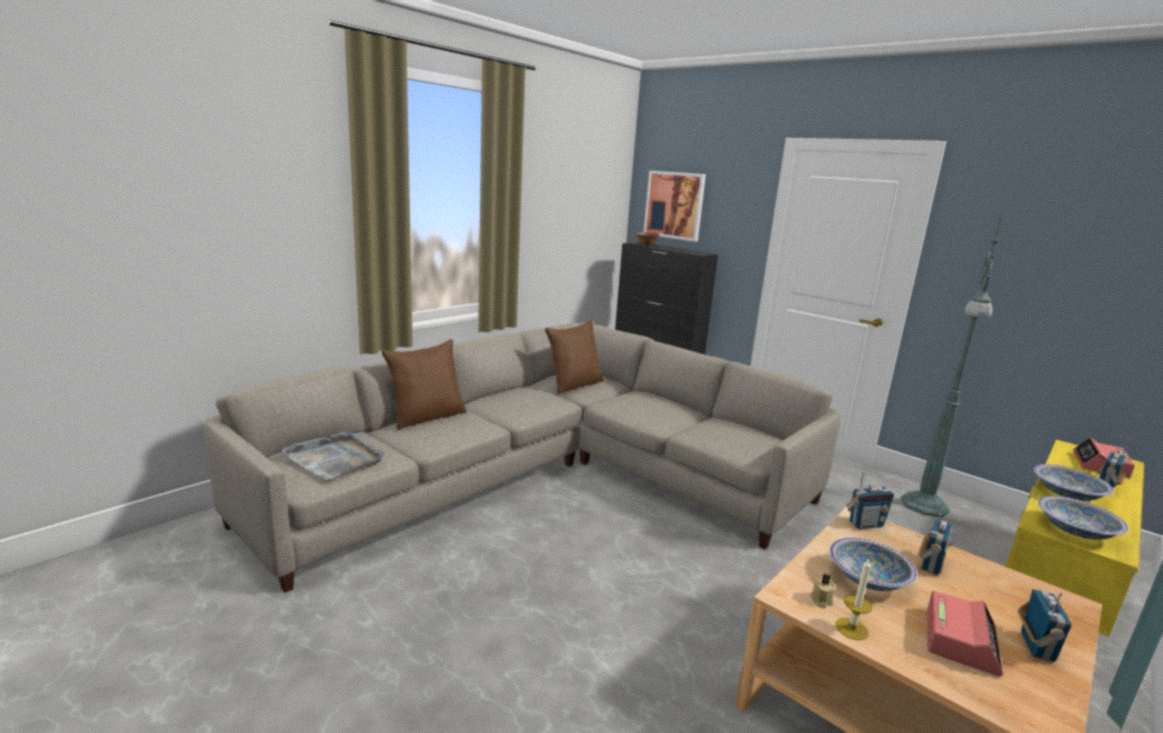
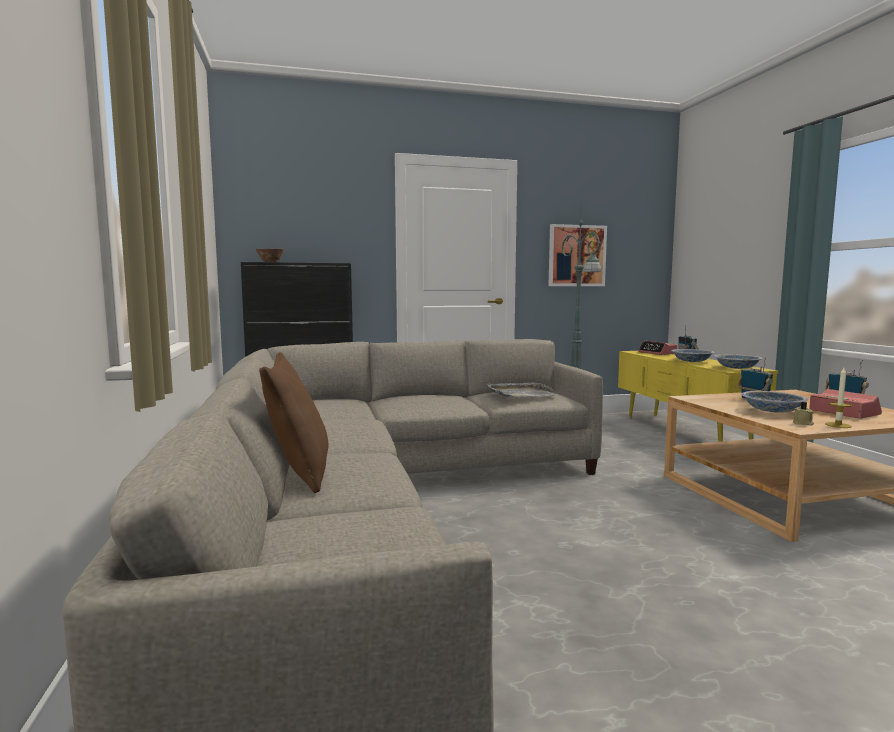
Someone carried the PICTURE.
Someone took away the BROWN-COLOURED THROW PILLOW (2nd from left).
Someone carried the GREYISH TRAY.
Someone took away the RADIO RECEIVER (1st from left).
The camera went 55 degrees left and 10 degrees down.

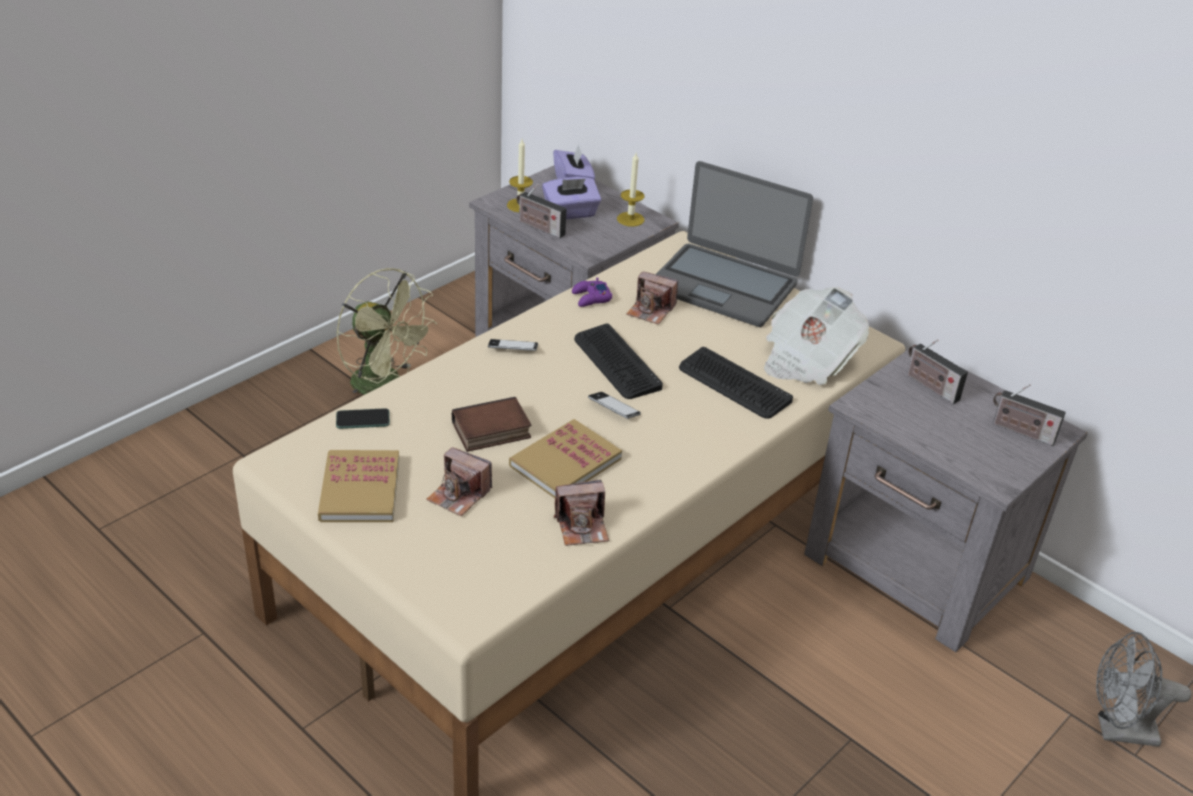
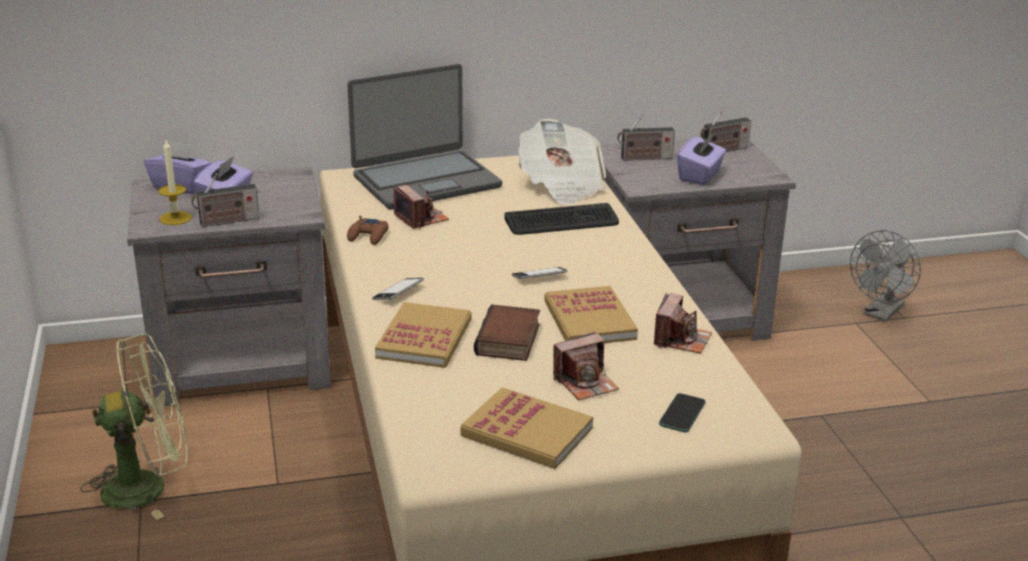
Someone took away the CANDLE (2nd from left).
Someone rotated the STILL CAMERA (3rd from left in the first image) by 90 degrees counterclockwise.
Someone repainted the PURPLISH GAMEPAD, which became the BROWN-COLOURED GAMEPAD.
Someone took away the PC KEYBOARD (1st from left).
Someone carried the HANDSET (1st from left in the first image).
Someone put down the PURPLISH BOX OF TISSUES (3rd from left).
Someone put down the BOOK (1st from left).
The camera went 55 degrees left and 10 degrees down.

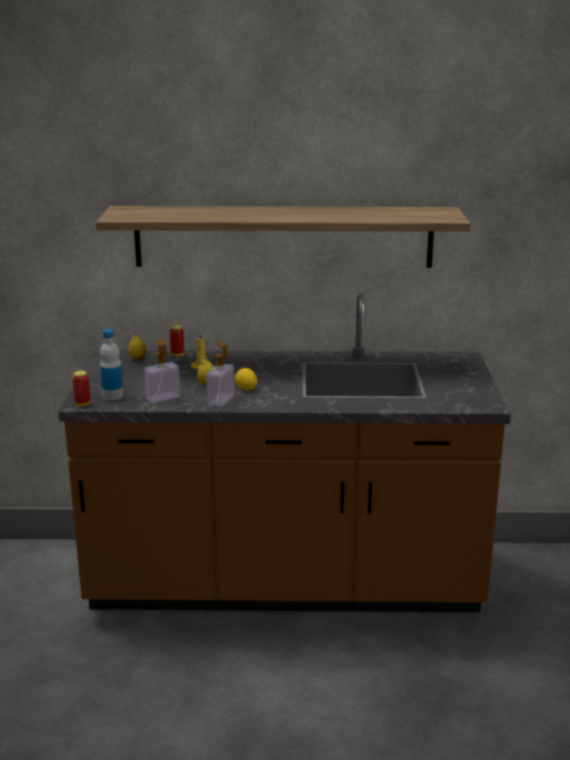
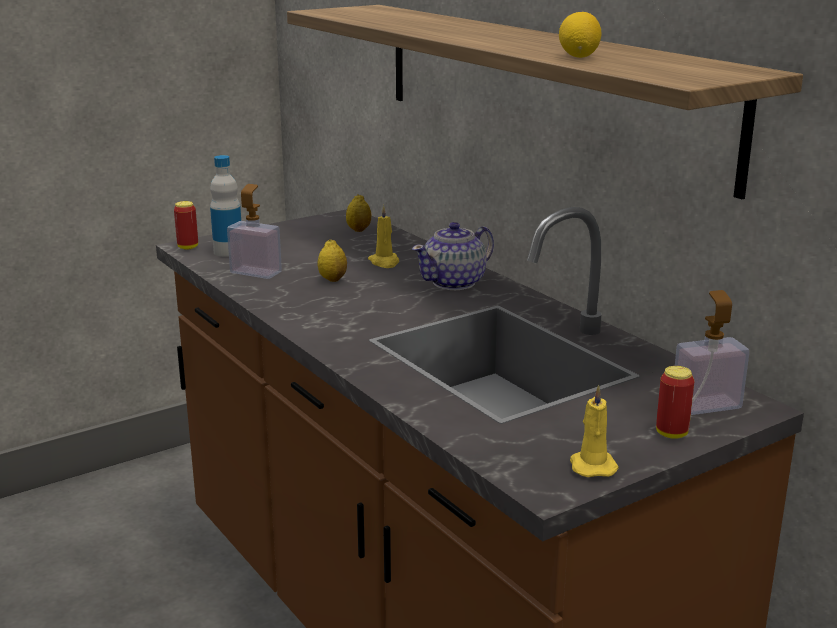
Someone carried the SEALED CAN (2nd from left).
Someone carried the SOAP BOTTLE (2nd from left).
Someone carried the WHOLE LEMON (3rd from left).
Someone put down the POT FOR TEA.
Someone put down the YELLOWISH CANDLE (2nd from left).
The camera went 55 degrees right and 0 degrees up.

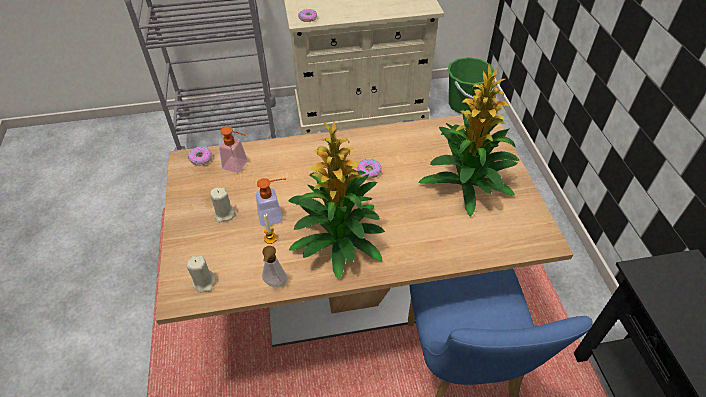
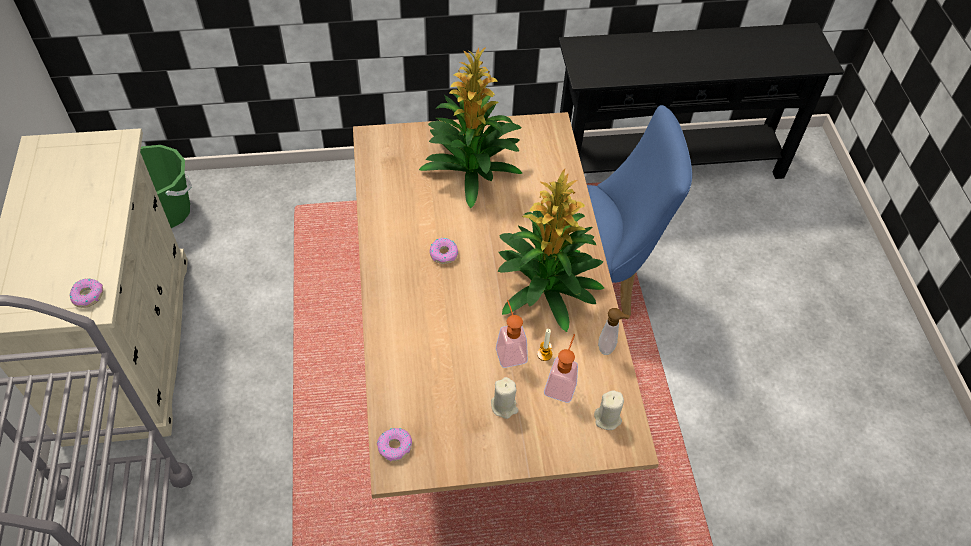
Someone carried the SOAP BOTTLE (1st from left in the first image).
The camera went 90 degrees left and 5 degrees up.

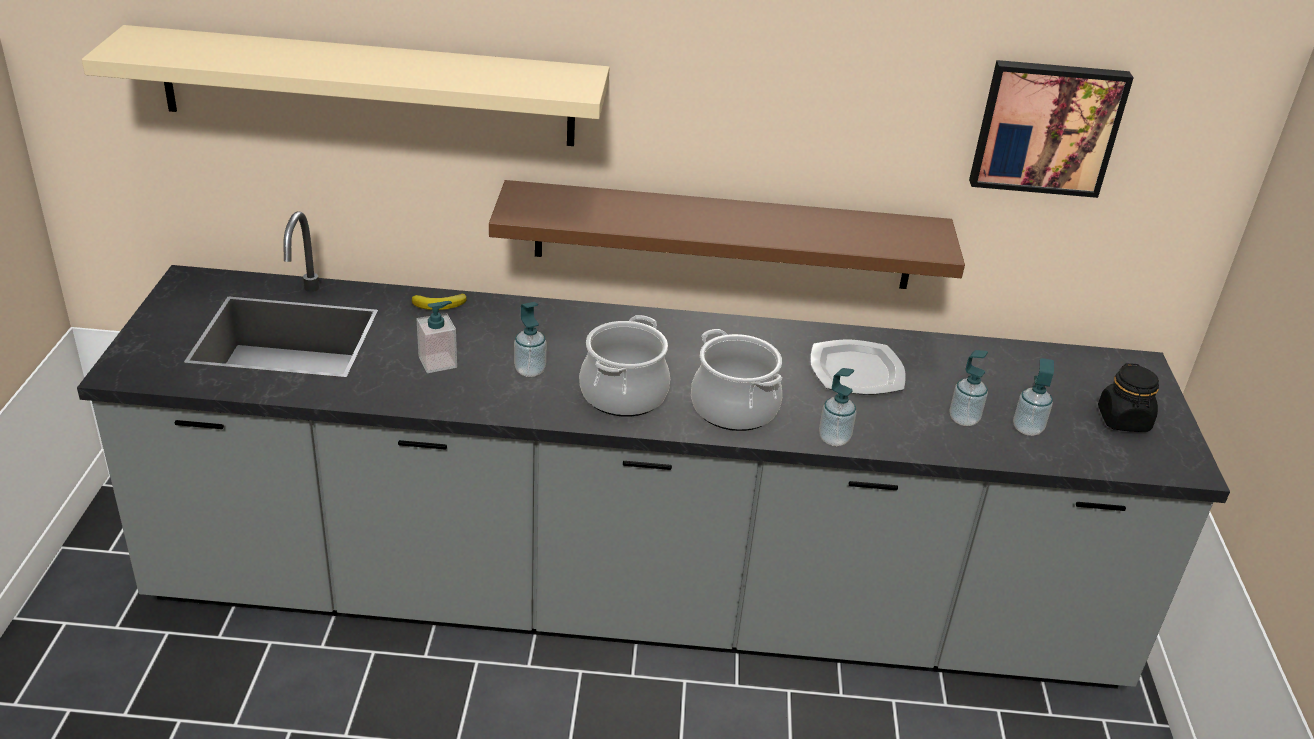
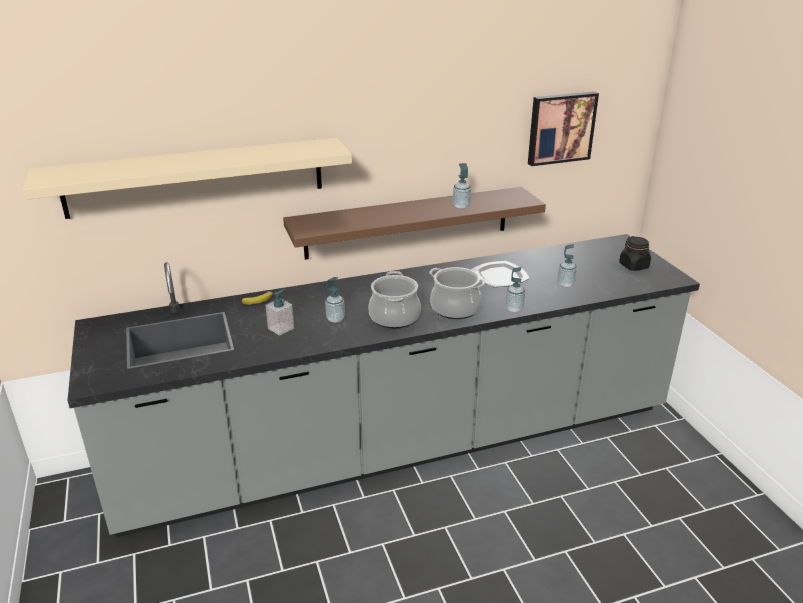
Someone carried the SOAP BOTTLE (5th from left in the first image).
The camera went 20 degrees left and 5 degrees down.

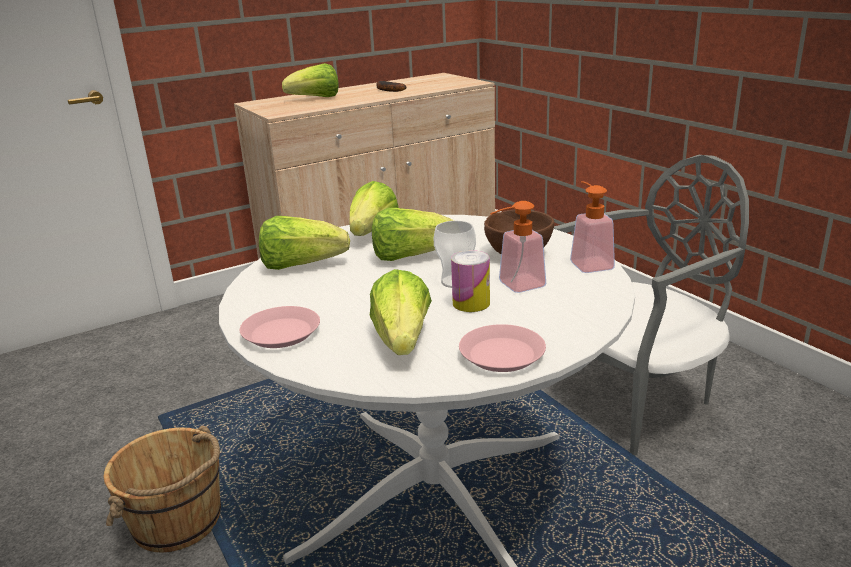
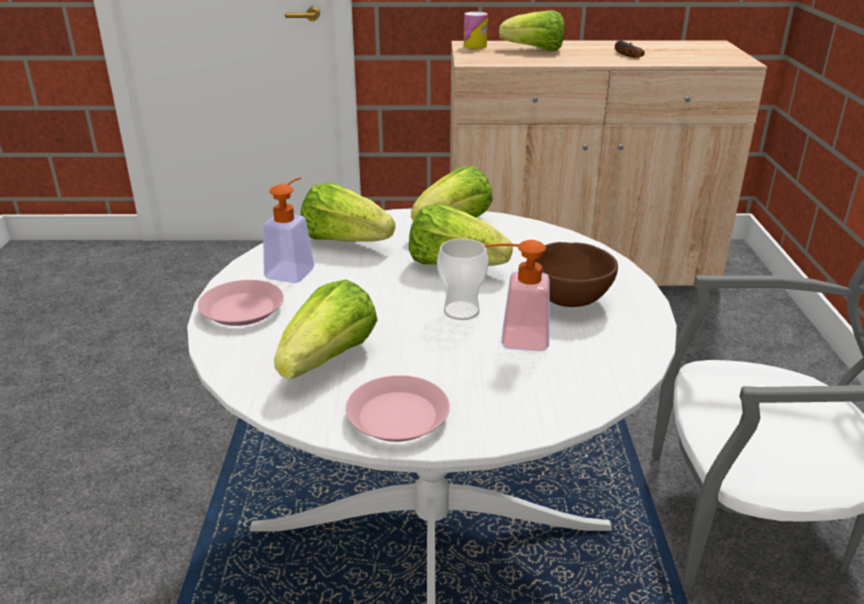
Someone carried the SOAP BOTTLE (2nd from left in the first image).
Someone carried the SEALED CAN.
Someone took away the BROWN-COLOURED BUCKET.
The camera went 30 degrees right and 5 degrees up.

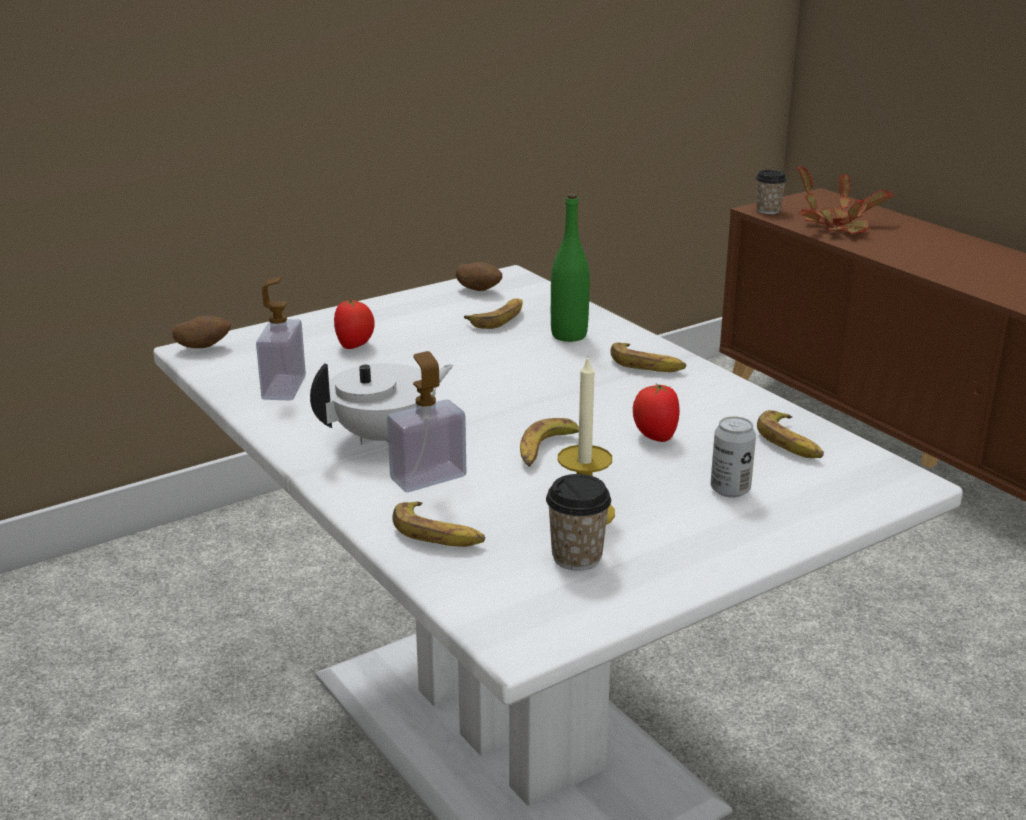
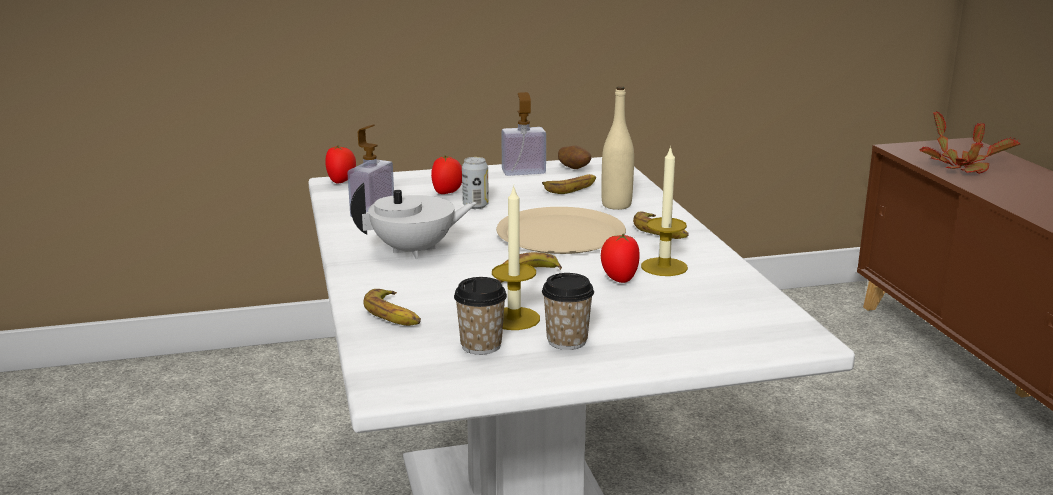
Someone carried the CUP (2nd from left).
Someone repainted the GREEN DRINK BOTTLE, which became the BEIGE DRINK BOTTLE.
Someone swapped the POTATO (1st from left) for the WHOLE TOMATO (1st from left).
Someone carried the SOAP BOTTLE (2nd from left).
Someone took away the BANANA FRUIT (5th from left).
Someone carried the SEALED CAN.
Someone put down the CANDLE (2nd from left).
Someone put down the BEIGE DINNER PLATE.
The camera went 20 degrees right and 5 degrees down.

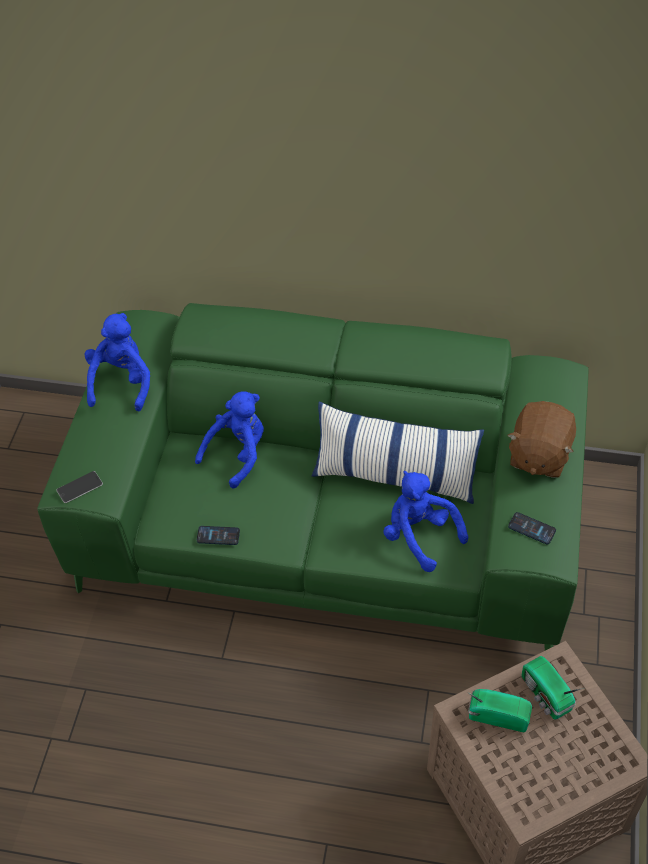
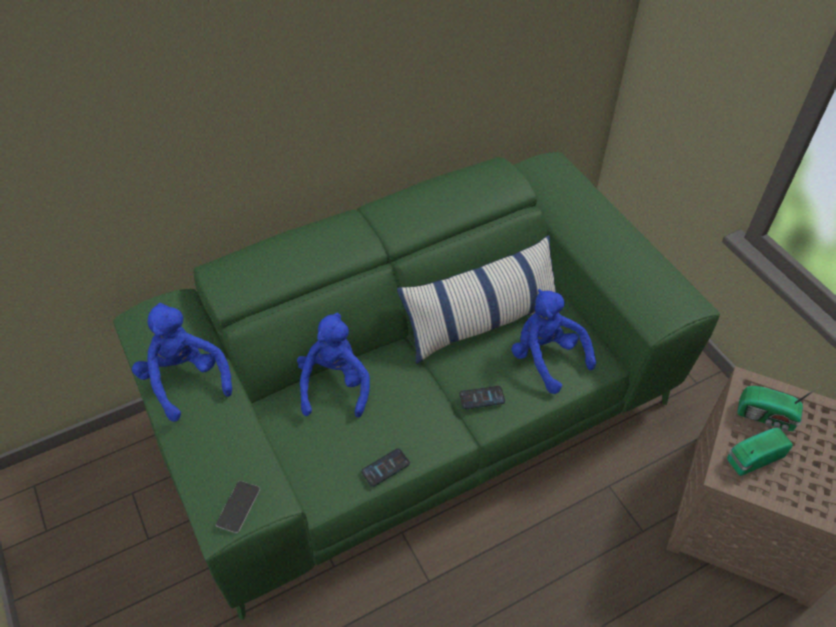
Someone took away the BROWN-COLOURED CUDDLY TOY.
Someone rotated the BLUE CUDDLY TOY (3rd from left) by 45 degrees clockwise.
Someone carried the HANDSET (3rd from left).
The camera went 40 degrees left and 0 degrees up.

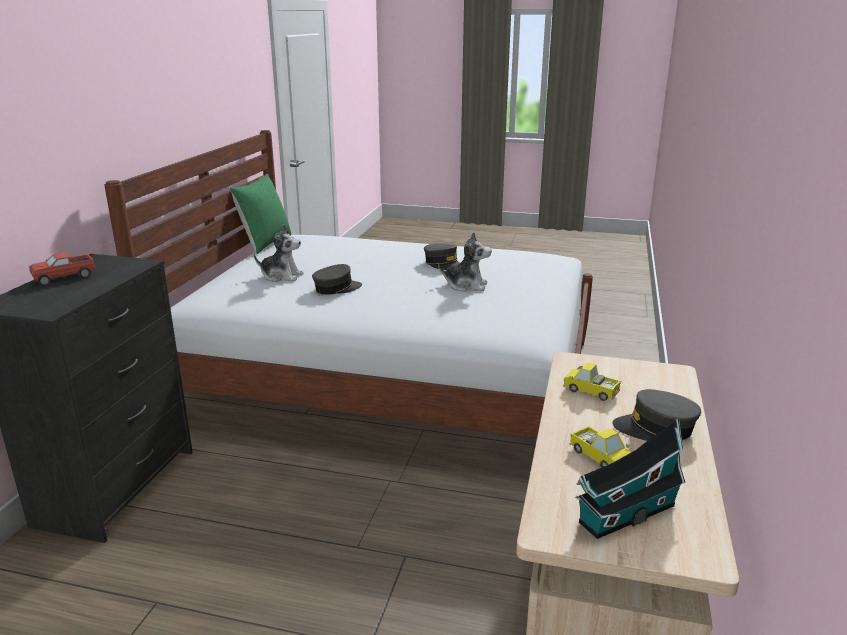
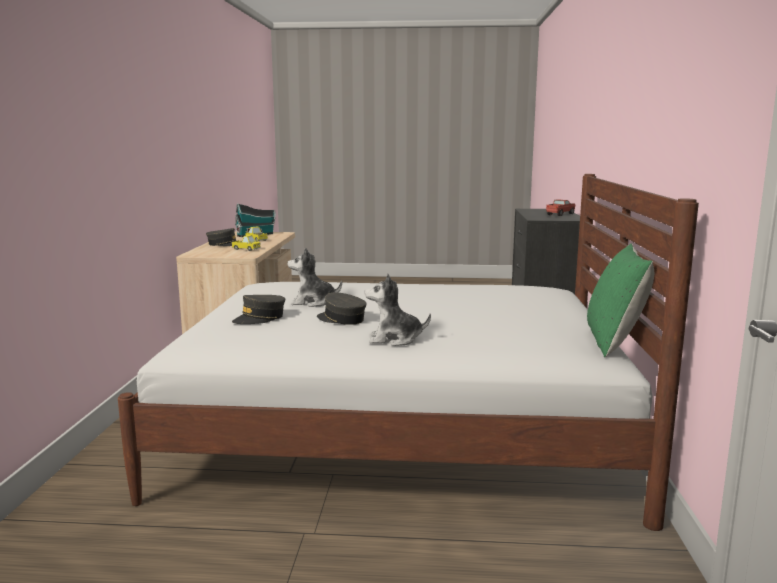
Someone carried the CUDDLY TOY (1st from left in the first image).
Someone carried the GREYISH PEAKED CAP (1st from left in the first image).
The camera went 170 degrees right and 10 degrees down.

